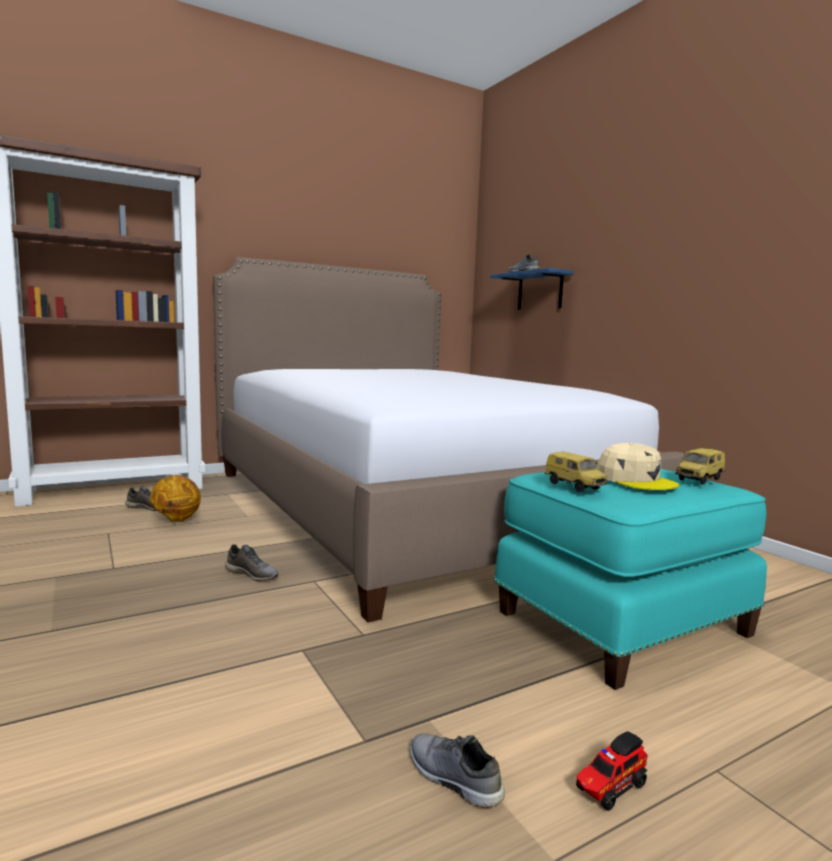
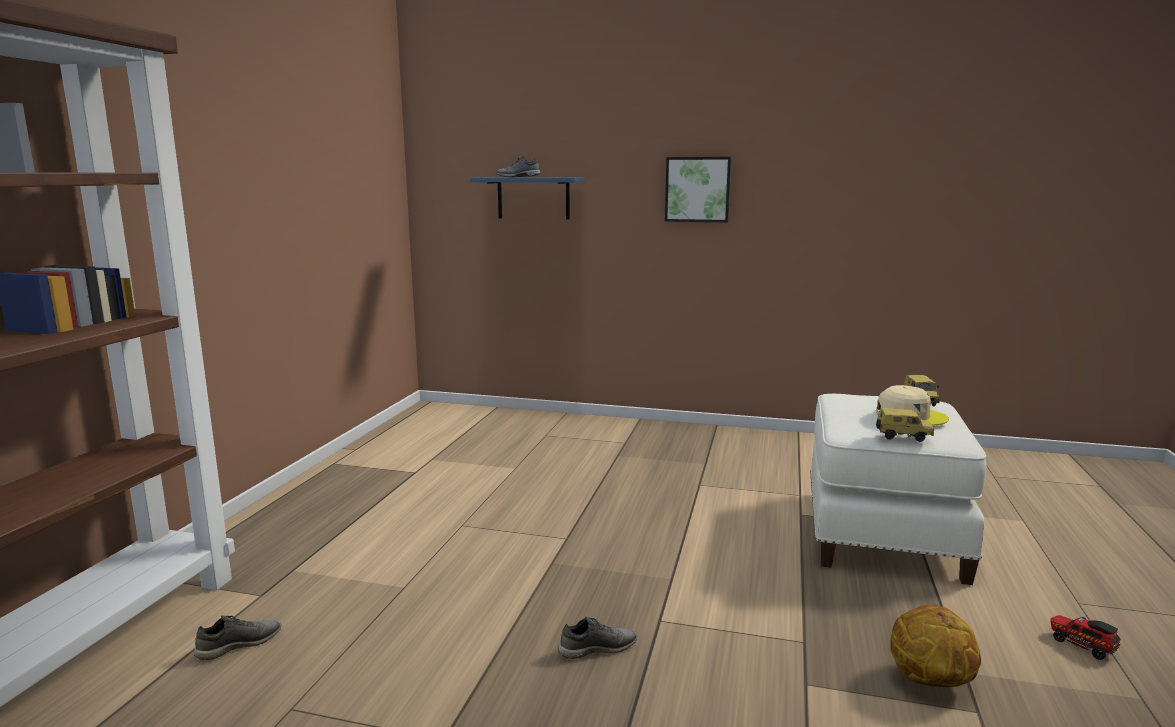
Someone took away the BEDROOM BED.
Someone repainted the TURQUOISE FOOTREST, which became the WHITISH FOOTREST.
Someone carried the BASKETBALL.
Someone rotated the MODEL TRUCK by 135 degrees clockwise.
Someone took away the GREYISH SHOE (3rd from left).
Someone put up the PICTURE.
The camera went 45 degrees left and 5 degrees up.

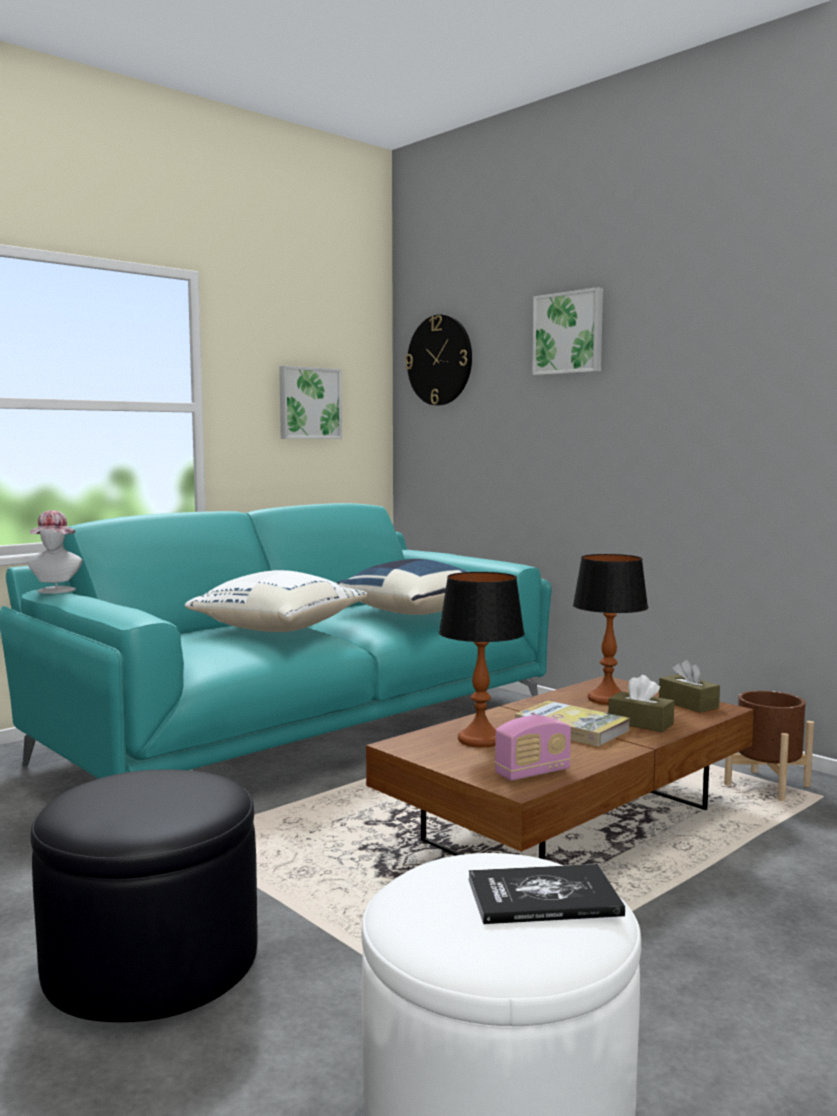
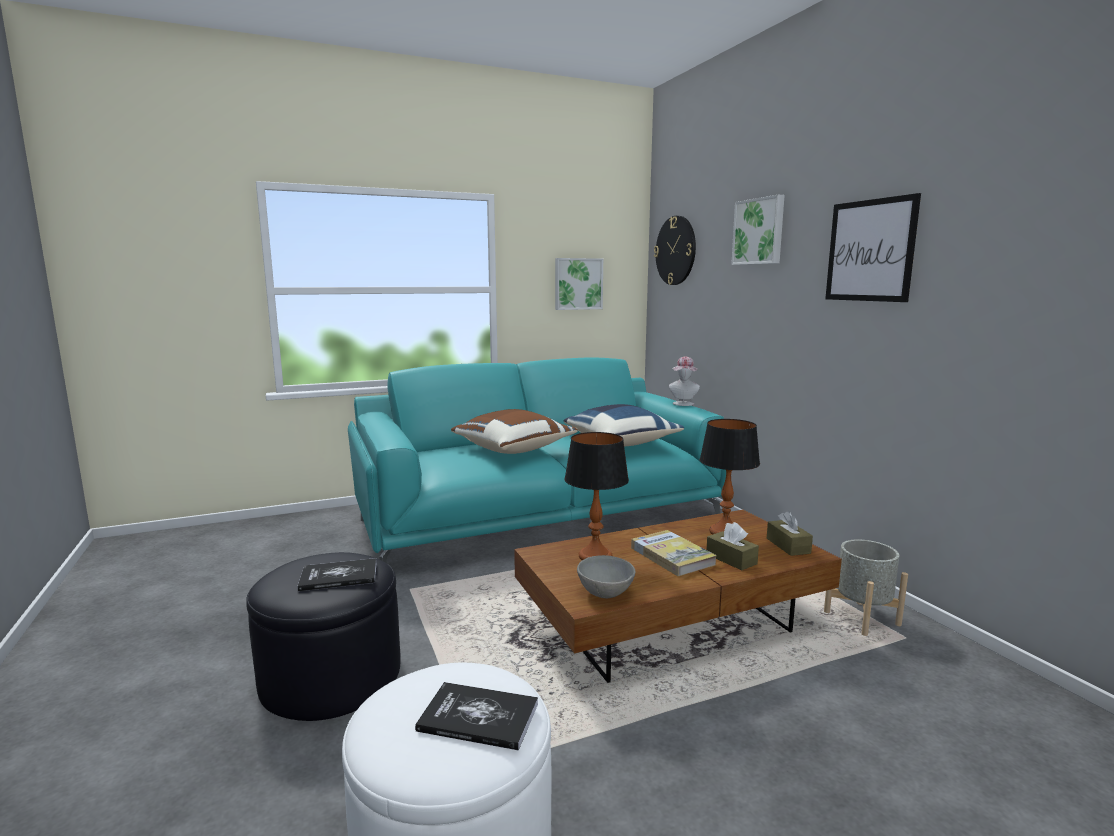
Someone carried the WEARABLE HAT.
Someone repainted the WHITISH THROW PILLOW, which became the BROWN-COLOURED THROW PILLOW.
Someone repainted the BROWN-COLOURED FLOWER POT, which became the GREYISH FLOWER POT.
Someone swapped the RADIO RECEIVER for the GREYISH SERVING BOWL.
Someone put up the PICTURE (3rd from left).
Someone put down the BOOK (1st from left).
The camera went 20 degrees right and 5 degrees up.

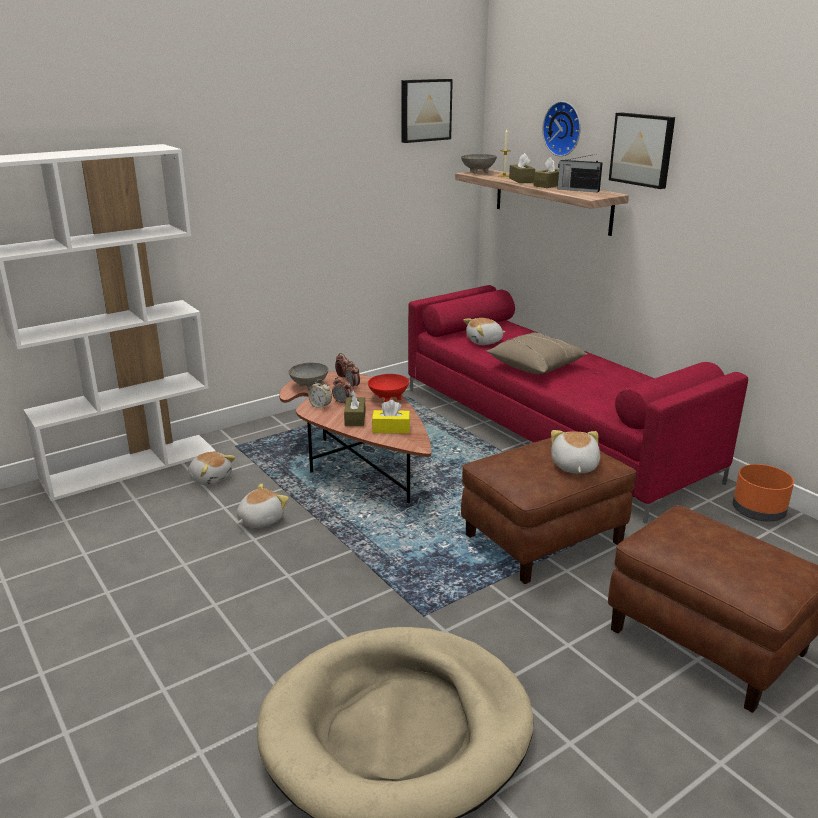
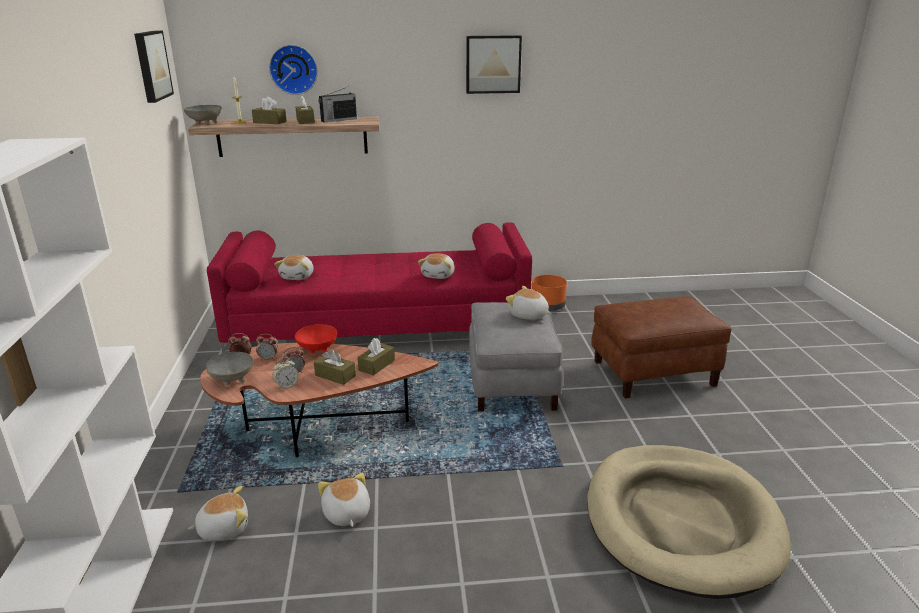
Someone carried the PICTURE (2nd from left).
Someone took away the BEIGE THROW PILLOW.
Someone repainted the YELLOWISH BOX OF TISSUES, which became the BROWN-COLOURED BOX OF TISSUES (4th from left).
Someone repainted the BROWN-COLOURED FOOTREST (1st from left), which became the GREYISH FOOTREST.
Someone put down the CUDDLY TOY (4th from left).
The camera went 60 degrees left and 0 degrees up.

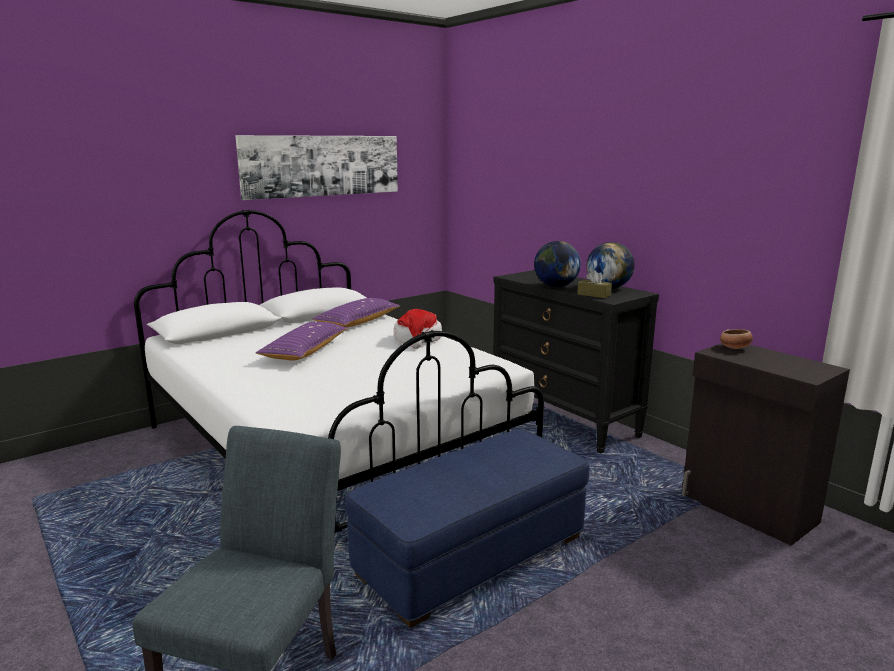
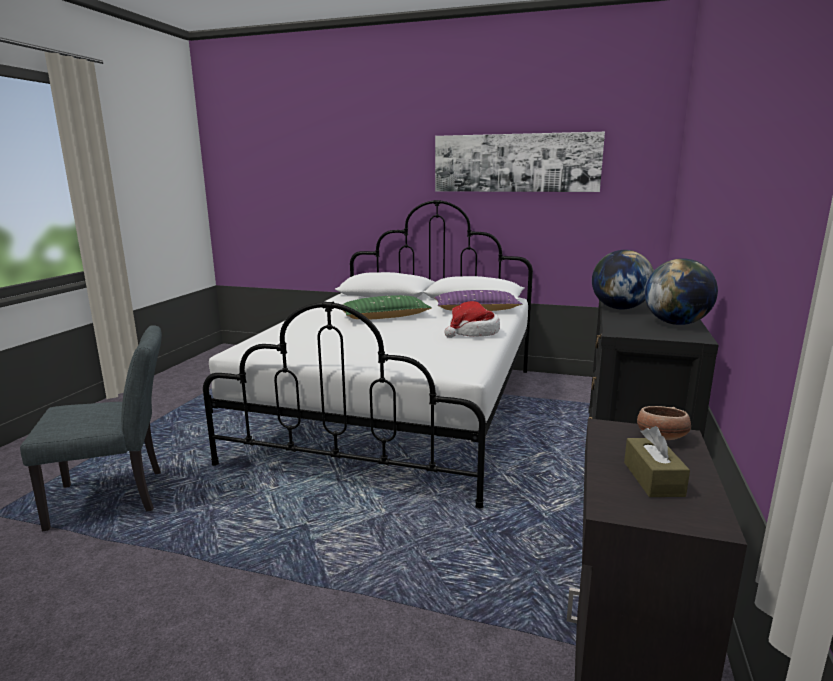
Someone carried the BROWN-COLOURED BOX OF TISSUES.
Someone repainted the PURPLISH THROW PILLOW (1st from left), which became the GREEN THROW PILLOW.
Someone took away the BLUE FOOTREST.
The camera went 55 degrees right and 0 degrees up.

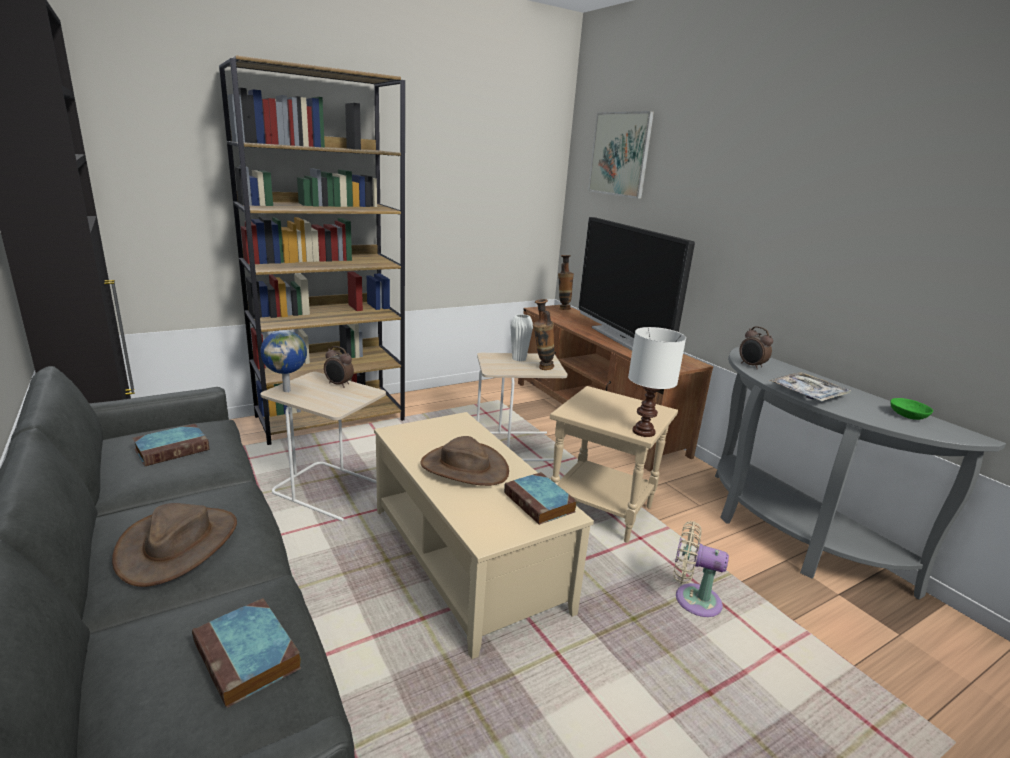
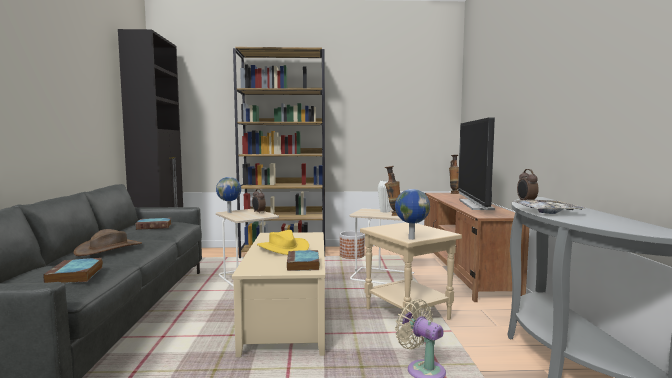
Someone took away the PICTURE.
Someone swapped the WHITISH LAMP FOR A TABLE for the WORLD GLOBE (2nd from left).
Someone took away the GREEN SERVING BOWL.
Someone repainted the BROWN-COLOURED WEARABLE HAT (2nd from left), which became the YELLOWISH WEARABLE HAT.
Someone put down the FLOWER POT.
The camera went 30 degrees right and 15 degrees down.

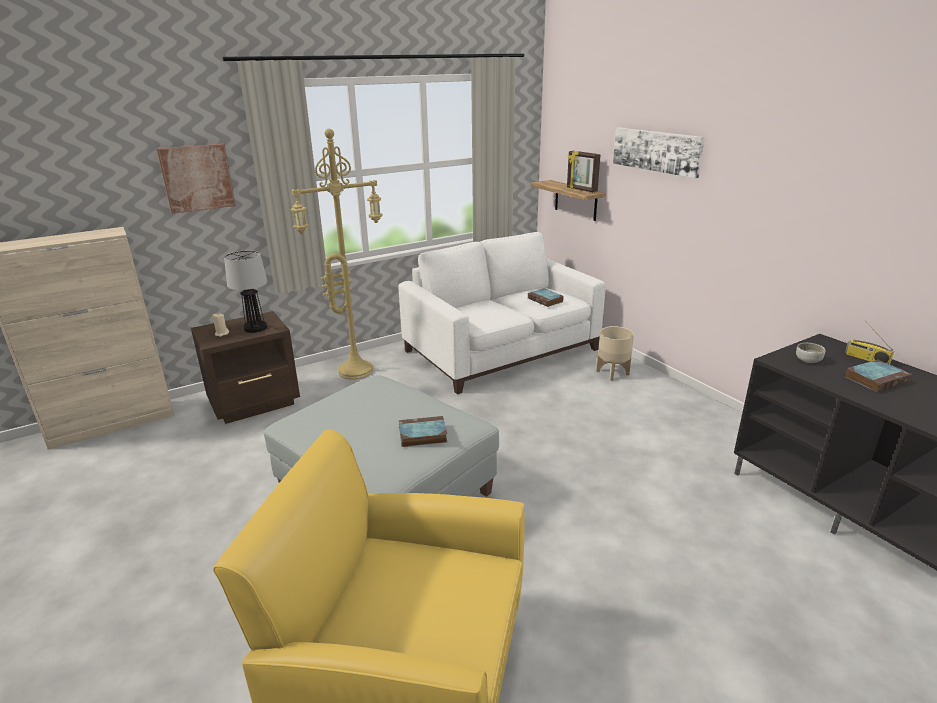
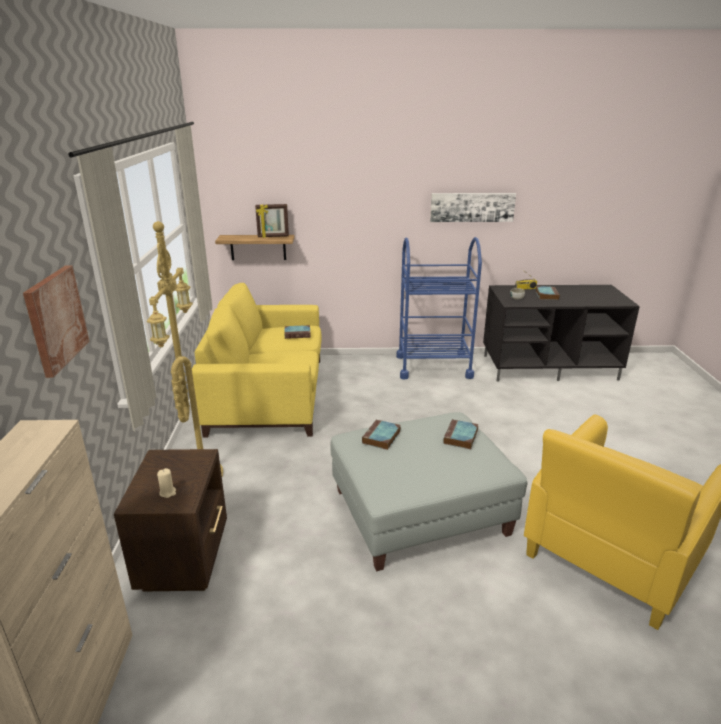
Someone carried the PICTURE (2nd from left).
Someone repainted the WHITISH SOFA, which became the YELLOWISH SOFA.
Someone took away the LAMP FOR A TABLE.
Someone took away the BEIGE FLOWER POT.
Someone put down the BLUE TROLLEY.
Someone put down the BOOK (2nd from left).
The camera went 60 degrees left and 0 degrees up.

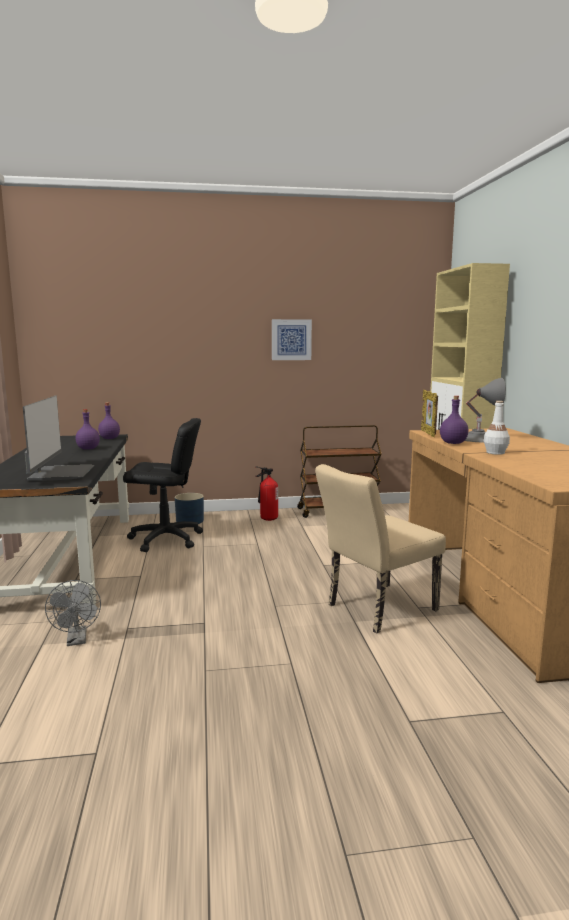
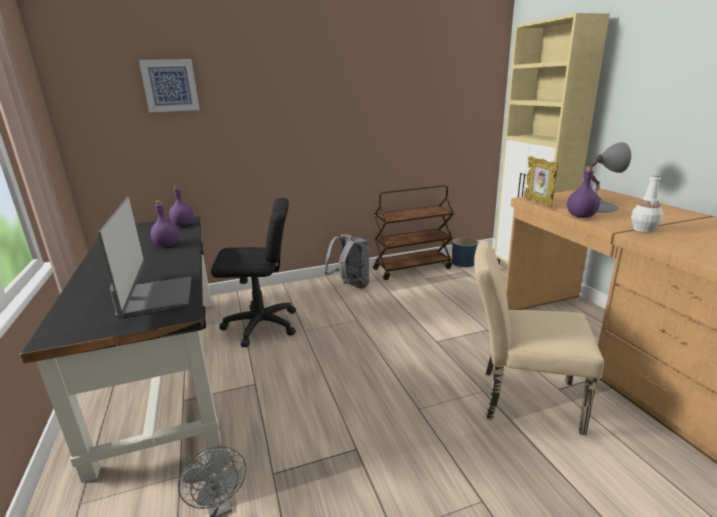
Someone carried the PICTURE.
Someone rotated the BEIGE PLAIN CHAIR by 60 degrees clockwise.
Someone swapped the FIRE-FIGHTING CYLINDER for the GREYISH BACKPACK.
Someone carried the BLUE FLOWER POT.
The camera went 10 degrees left and 10 degrees up.

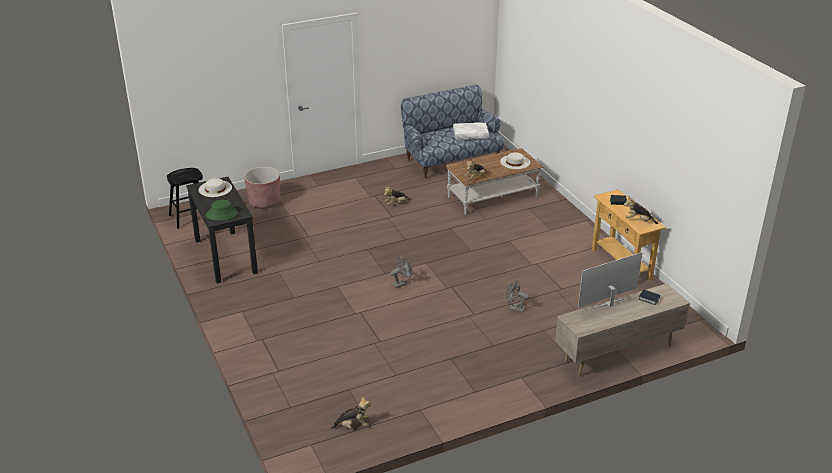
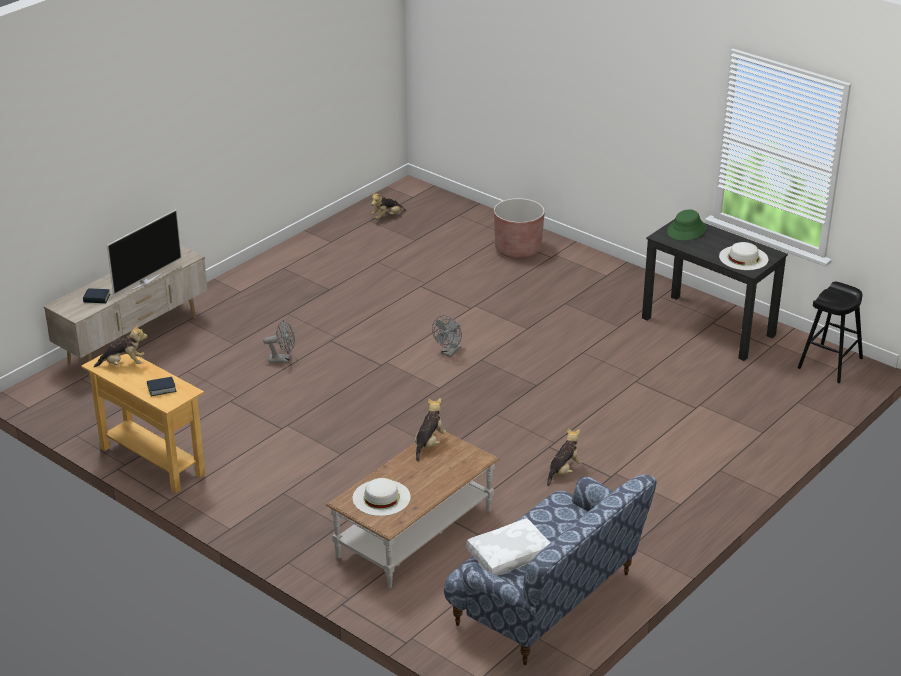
Someone carried the BROWN-COLOURED FLOWER POT.
The camera went 155 degrees right and 0 degrees up.

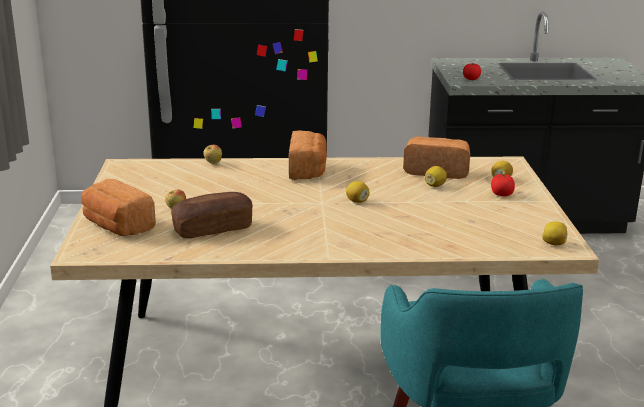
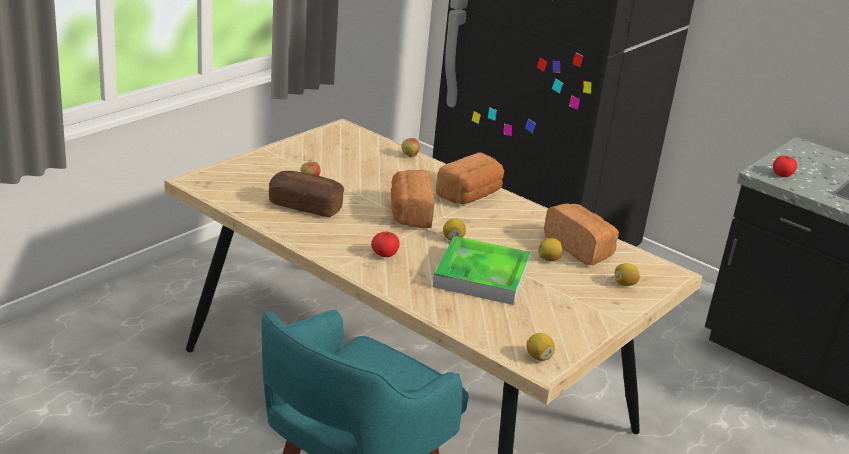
Someone carried the WHOLE TOMATO (2nd from left in the first image).
Someone carried the BREAD (1st from left in the first image).
Someone put down the TRAY.
The camera went 40 degrees right and 5 degrees up.

